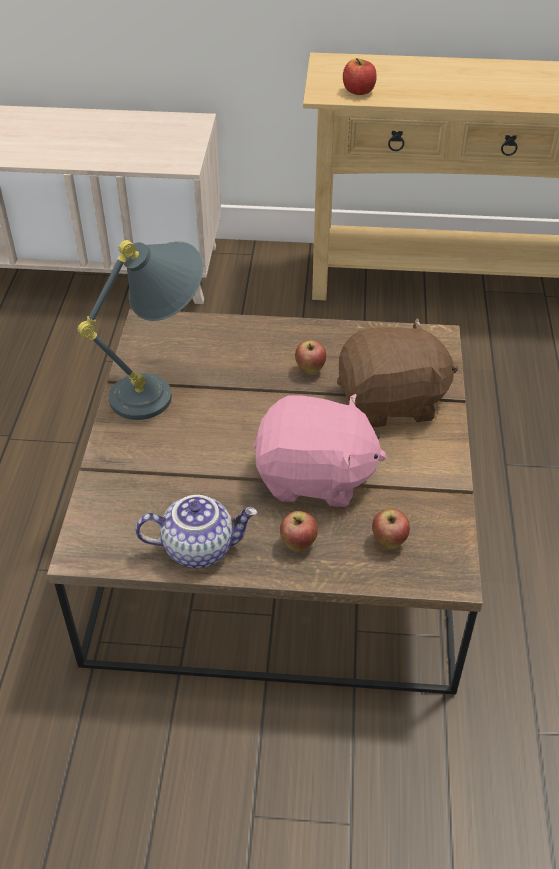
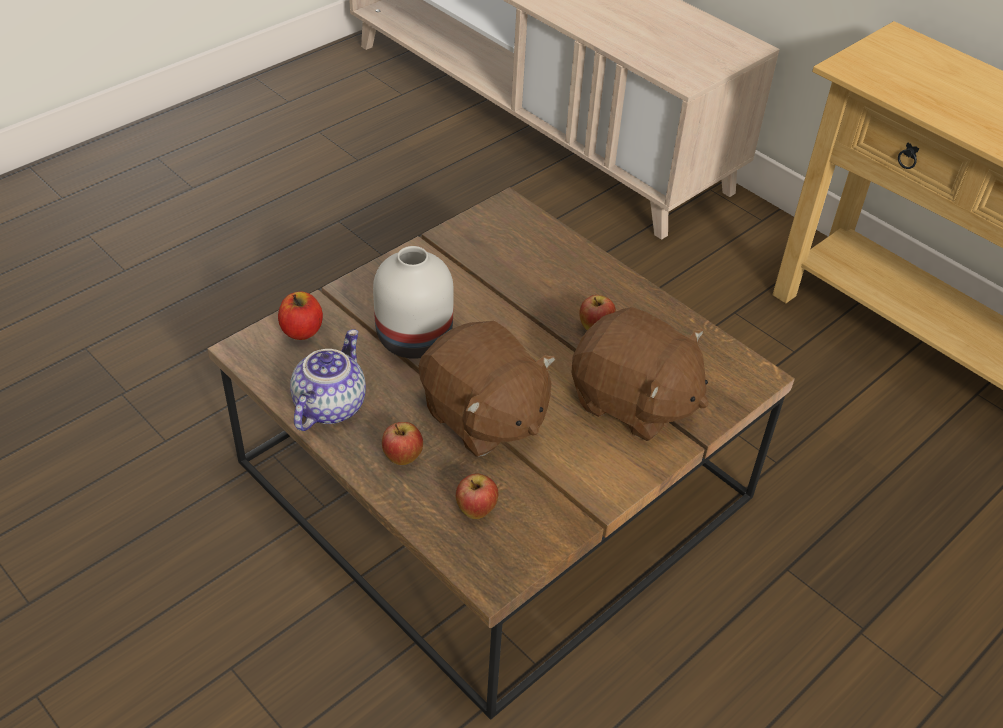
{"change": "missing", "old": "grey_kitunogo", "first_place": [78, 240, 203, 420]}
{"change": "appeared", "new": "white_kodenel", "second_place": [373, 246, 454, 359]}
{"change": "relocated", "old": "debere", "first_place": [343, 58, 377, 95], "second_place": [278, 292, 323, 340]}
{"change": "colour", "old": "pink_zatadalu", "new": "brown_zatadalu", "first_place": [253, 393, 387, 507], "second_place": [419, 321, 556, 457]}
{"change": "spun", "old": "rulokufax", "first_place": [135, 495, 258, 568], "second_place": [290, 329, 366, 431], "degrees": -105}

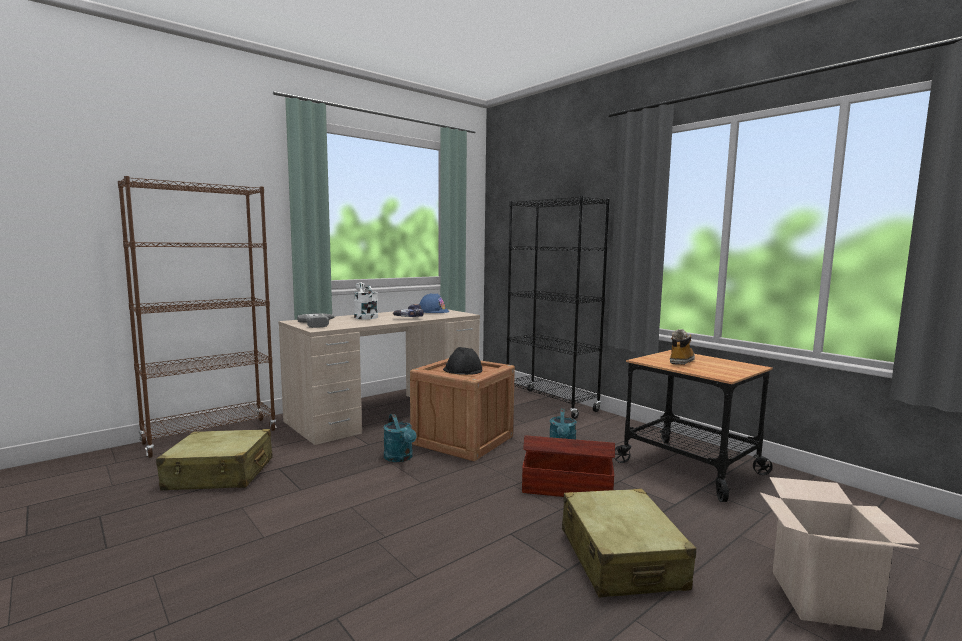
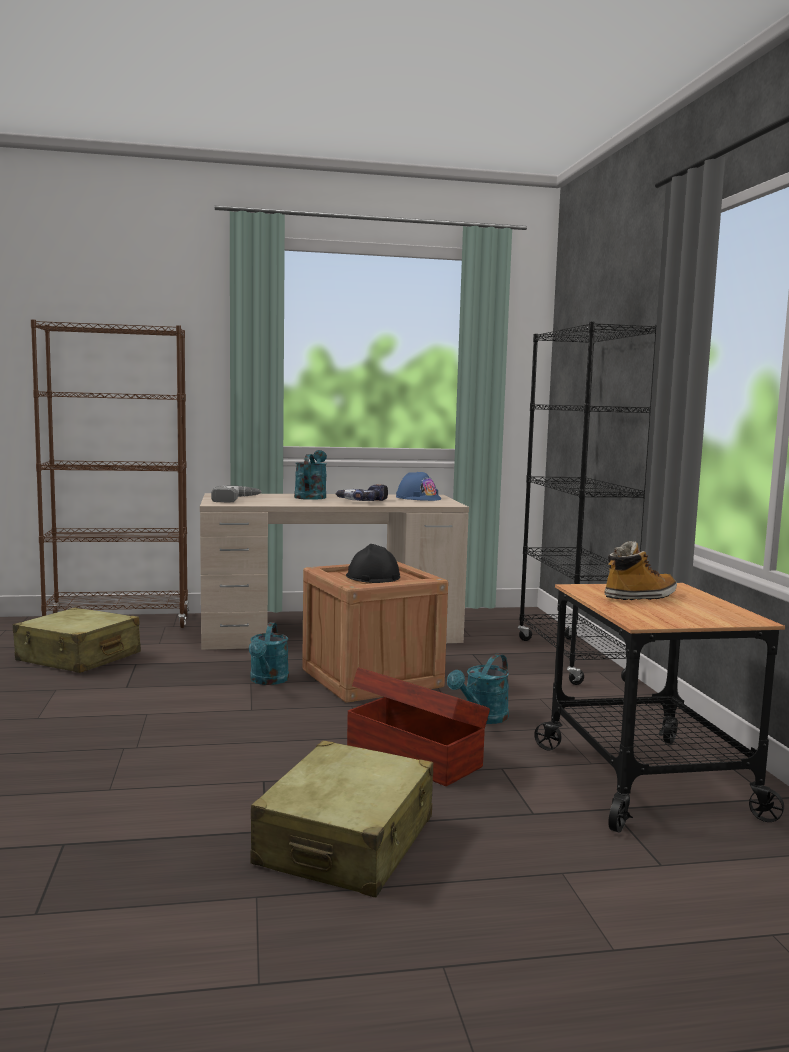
{"change": "missing", "old": "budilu", "first_place": [760, 477, 920, 631]}
{"change": "colour", "old": "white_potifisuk", "new": "turquoise_potifisuk", "first_place": [354, 282, 378, 319], "second_place": [294, 450, 327, 500]}

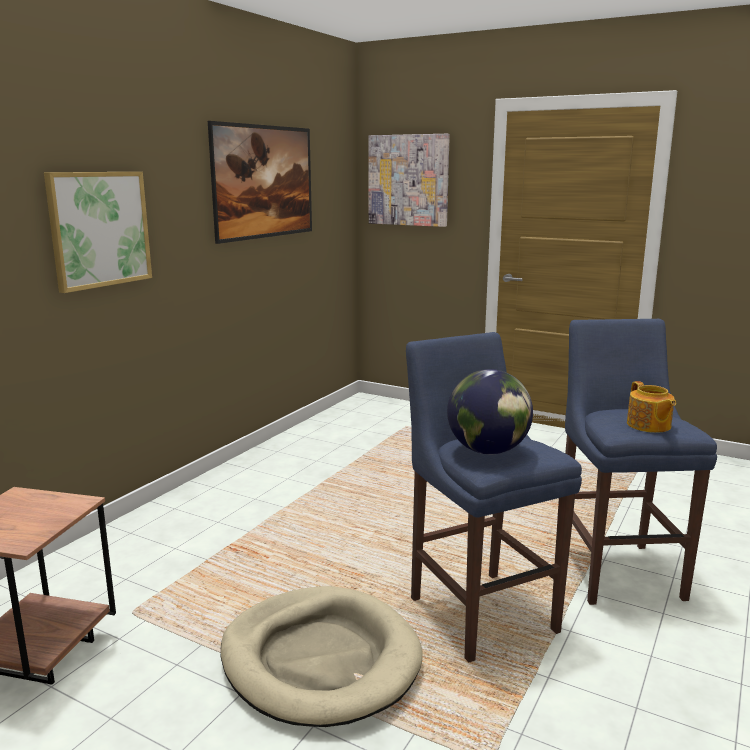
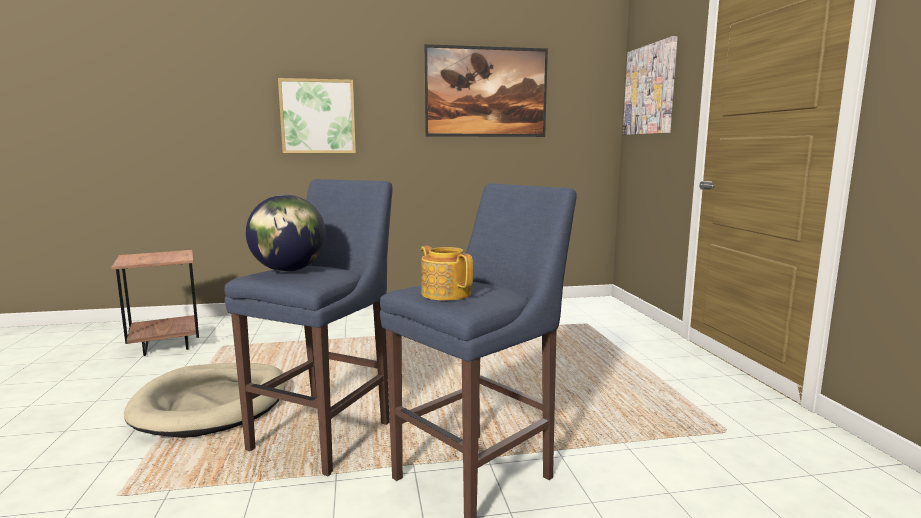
{"change": "spun", "old": "rulokufax", "first_place": [627, 381, 676, 433], "second_place": [421, 246, 473, 301], "degrees": 105}

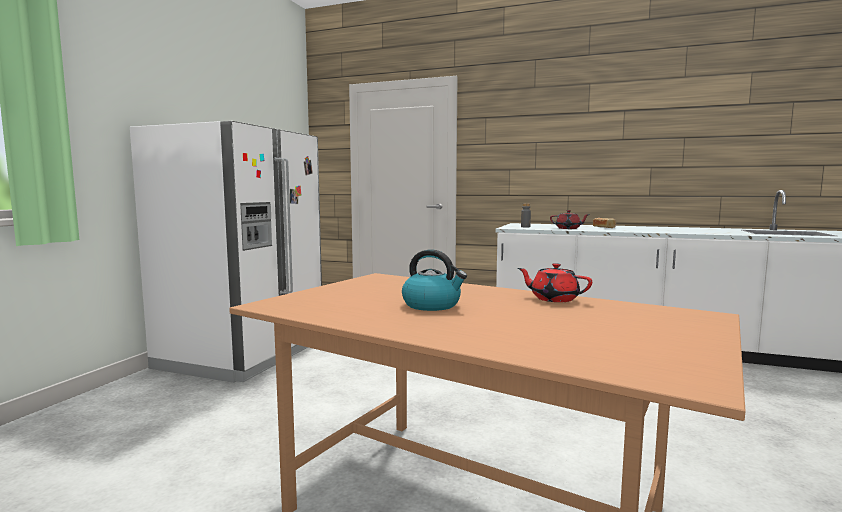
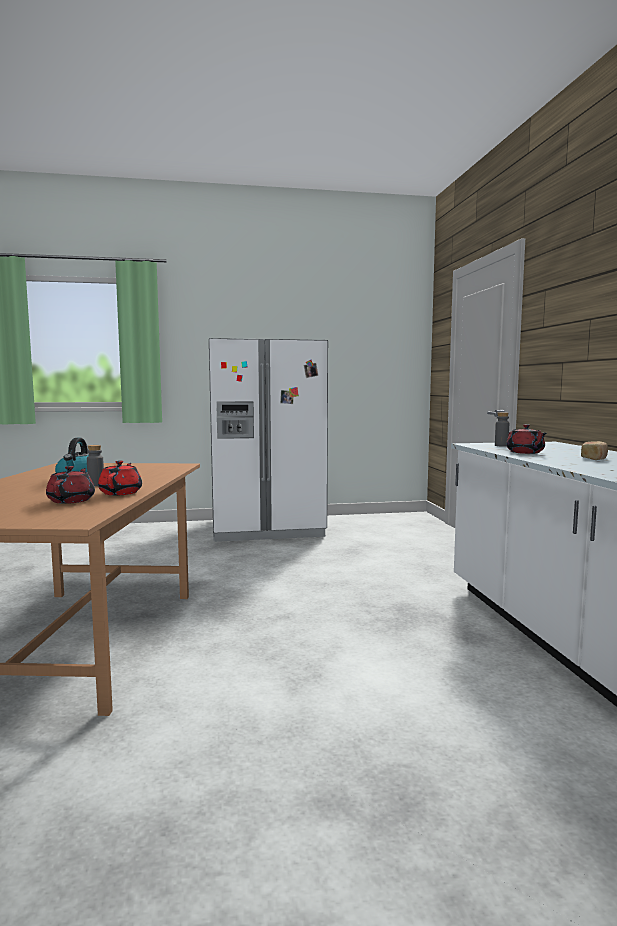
{"change": "appeared", "new": "red_rulokufax", "second_place": [46, 466, 95, 504]}
{"change": "appeared", "new": "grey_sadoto", "second_place": [87, 445, 104, 486]}

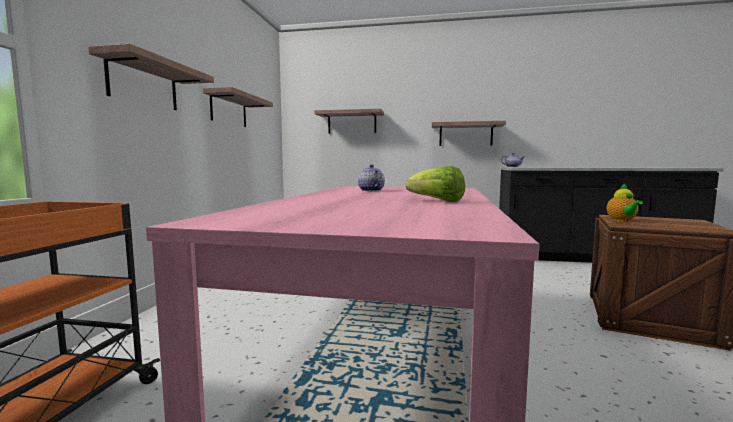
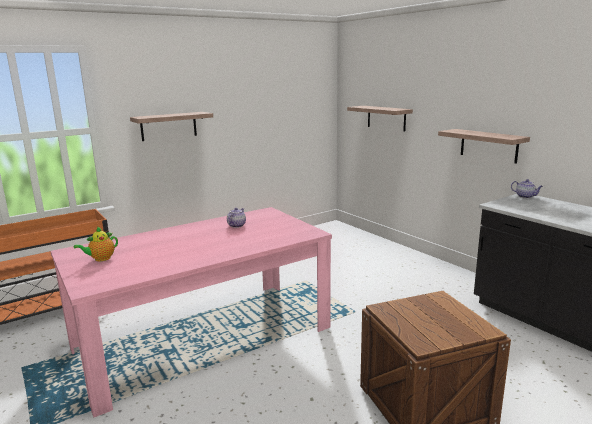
{"change": "missing", "old": "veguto", "first_place": [203, 87, 273, 127]}
{"change": "missing", "old": "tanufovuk", "first_place": [406, 166, 465, 202]}
{"change": "relocated", "old": "rulokufax", "first_place": [607, 183, 643, 222], "second_place": [74, 227, 118, 261]}

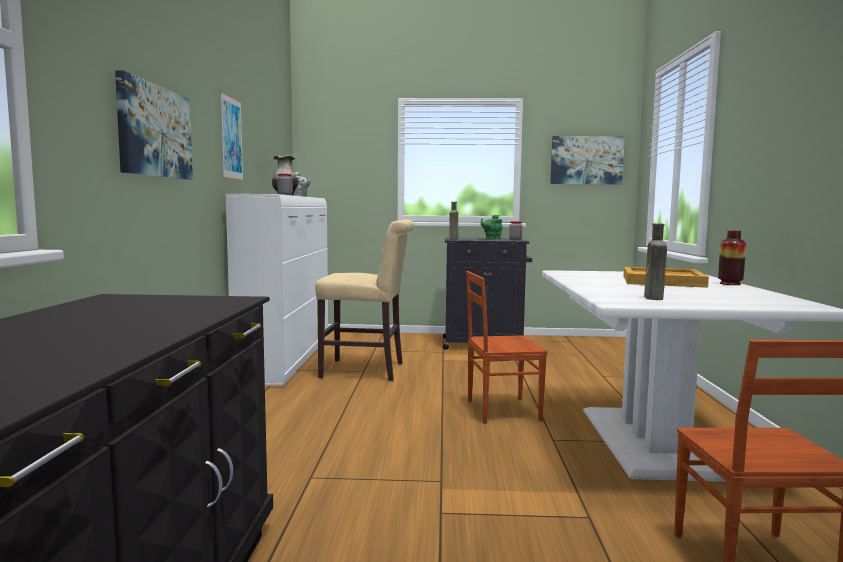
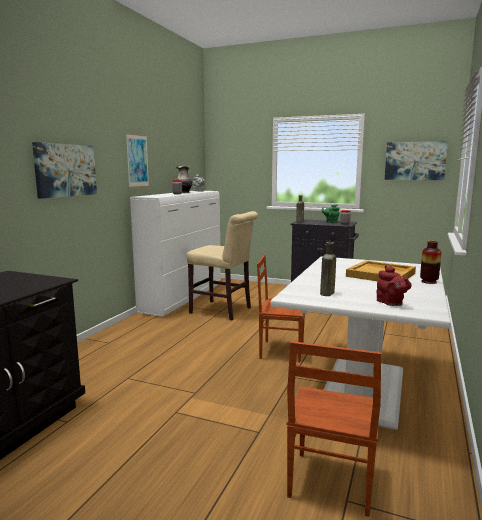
{"change": "appeared", "new": "red_rulokufax", "second_place": [376, 265, 412, 306]}

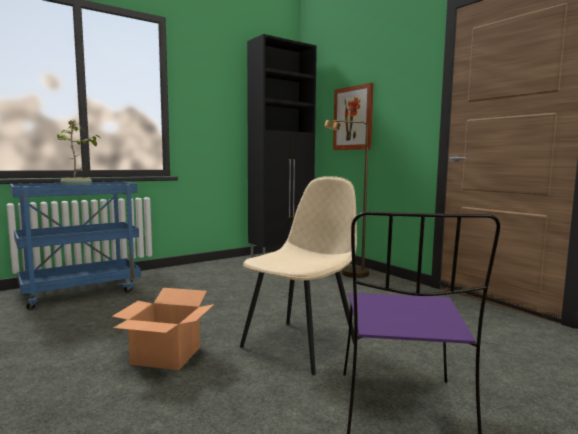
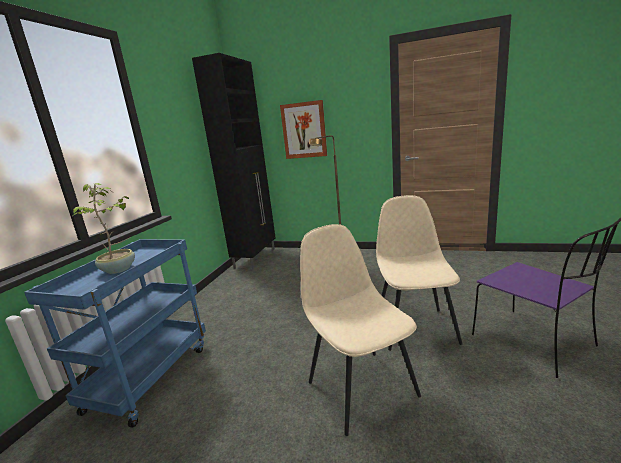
{"change": "exchanged", "old": "budilu", "new": "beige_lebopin", "first_place": [112, 288, 214, 370], "second_place": [300, 224, 421, 436]}

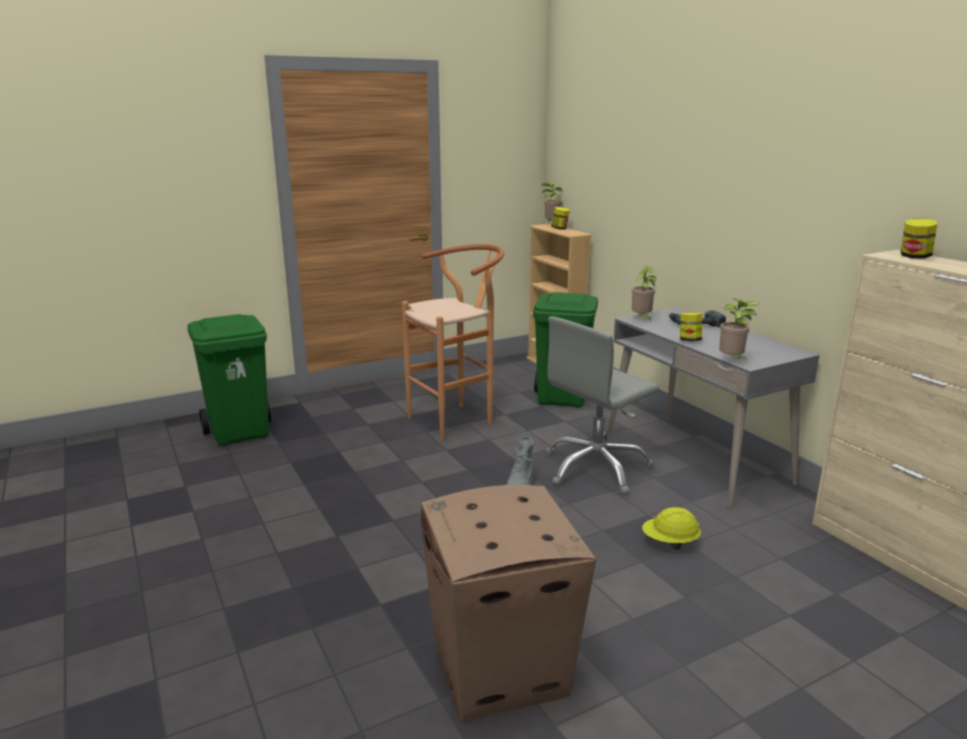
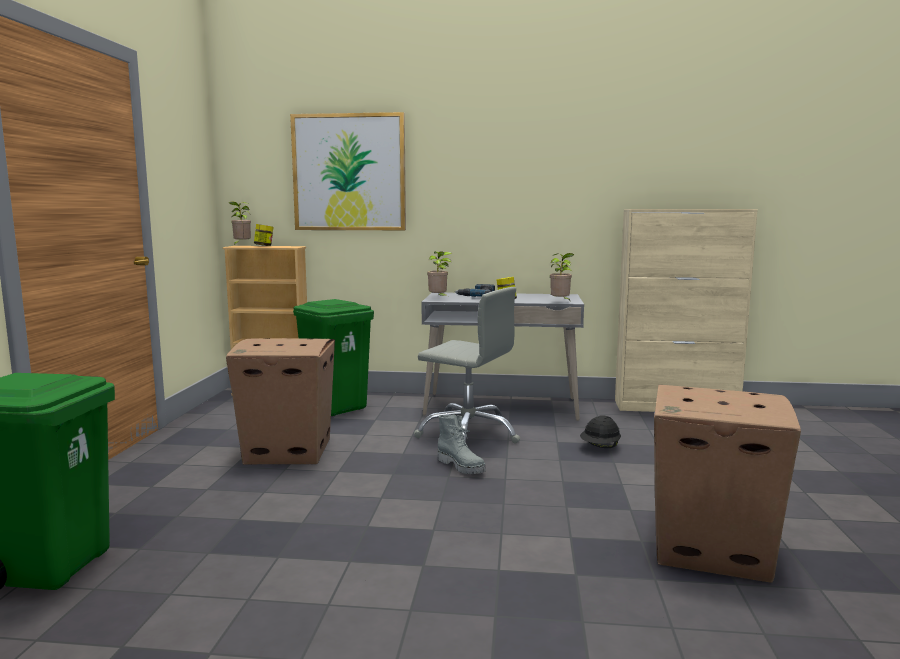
{"change": "missing", "old": "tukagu", "first_place": [901, 218, 937, 258]}
{"change": "appeared", "new": "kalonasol", "second_place": [290, 112, 406, 230]}
{"change": "exchanged", "old": "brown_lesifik", "new": "budilu", "first_place": [402, 244, 504, 441], "second_place": [226, 338, 335, 464]}
{"change": "colour", "old": "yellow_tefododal", "new": "black_tefododal", "first_place": [642, 507, 701, 549], "second_place": [580, 415, 621, 448]}
{"change": "spun", "old": "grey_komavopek", "first_place": [545, 316, 659, 495], "second_place": [414, 287, 520, 443], "degrees": -60}

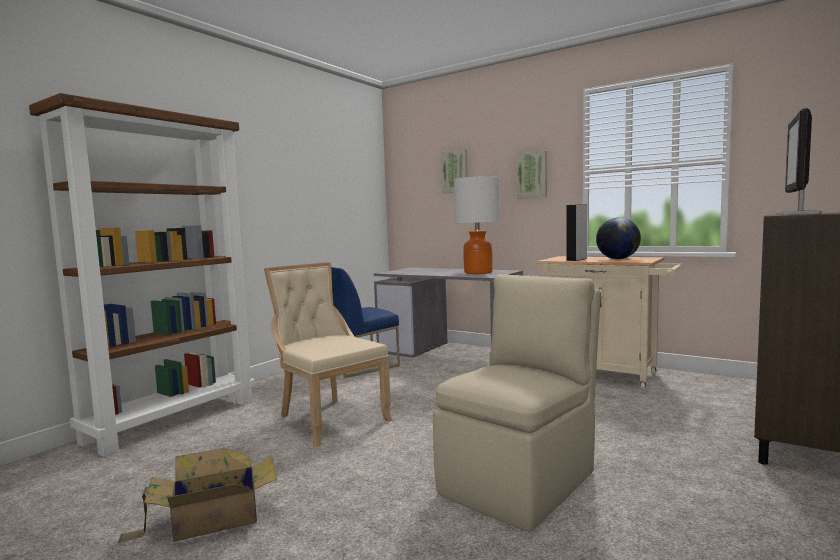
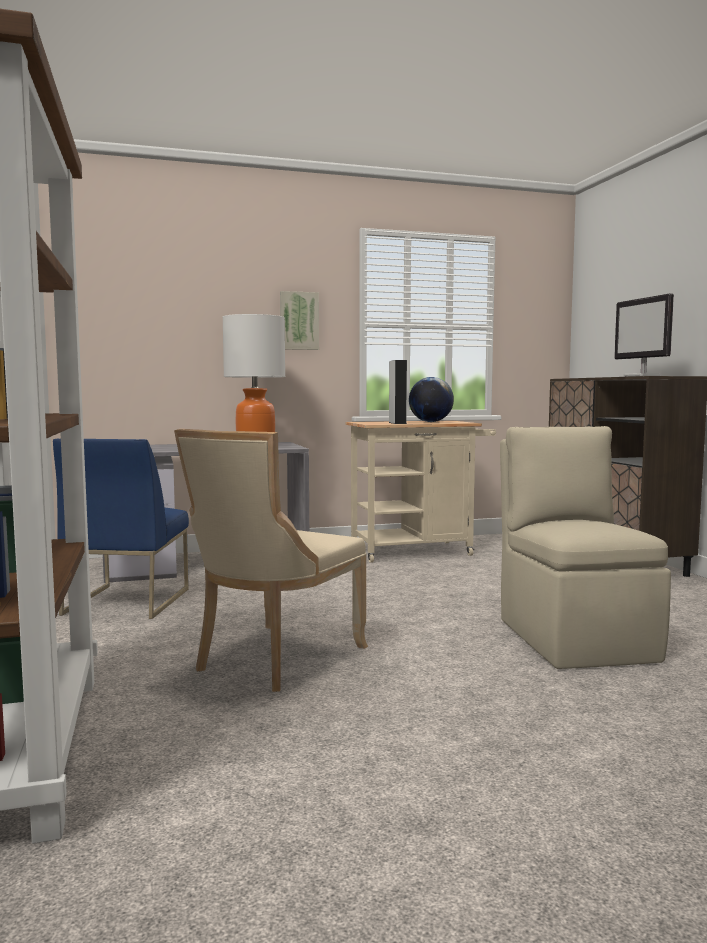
{"change": "missing", "old": "budilu", "first_place": [118, 448, 277, 543]}
{"change": "missing", "old": "kalonasol", "first_place": [441, 149, 468, 193]}
{"change": "spun", "old": "beige_lebopin", "first_place": [264, 262, 393, 447], "second_place": [174, 429, 368, 692], "degrees": -60}

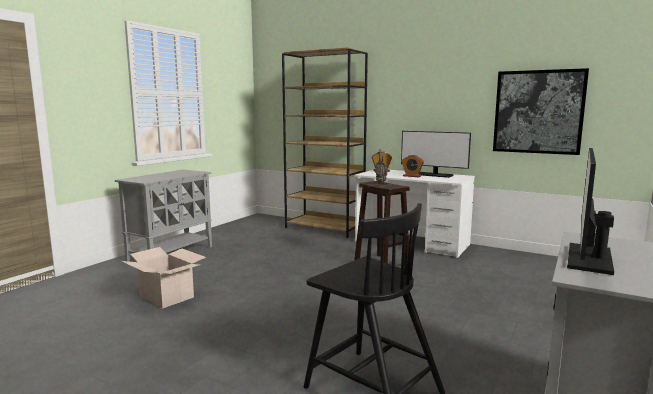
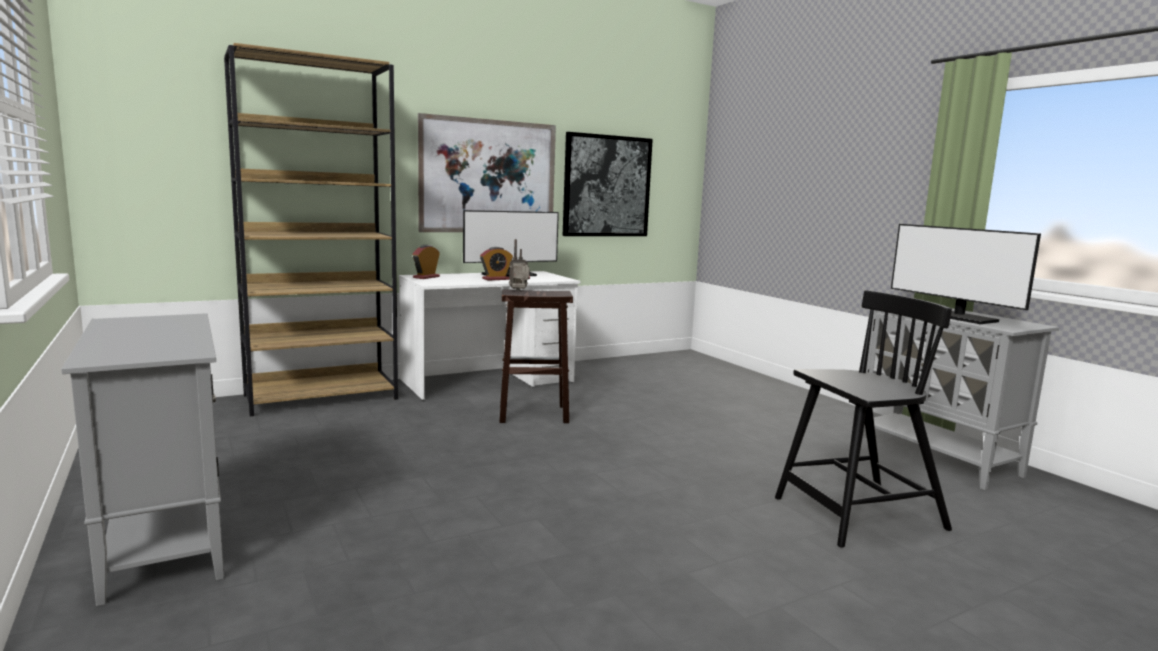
{"change": "missing", "old": "budilu", "first_place": [121, 247, 206, 309]}
{"change": "appeared", "new": "kalonasol", "second_place": [418, 113, 556, 232]}

